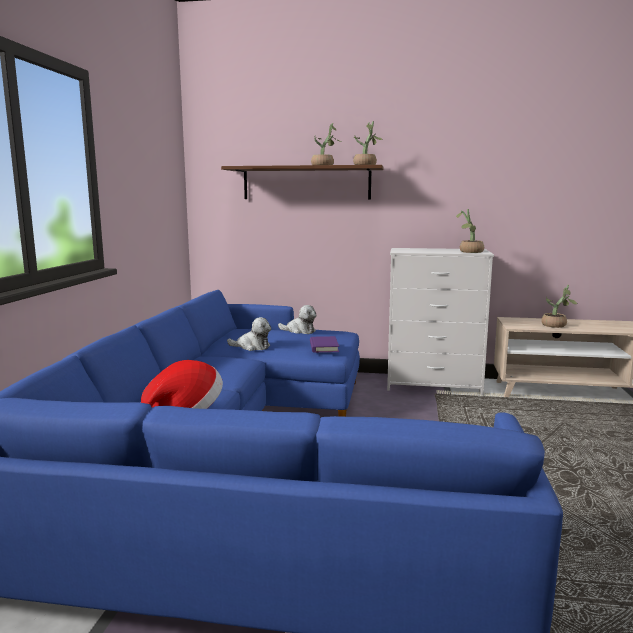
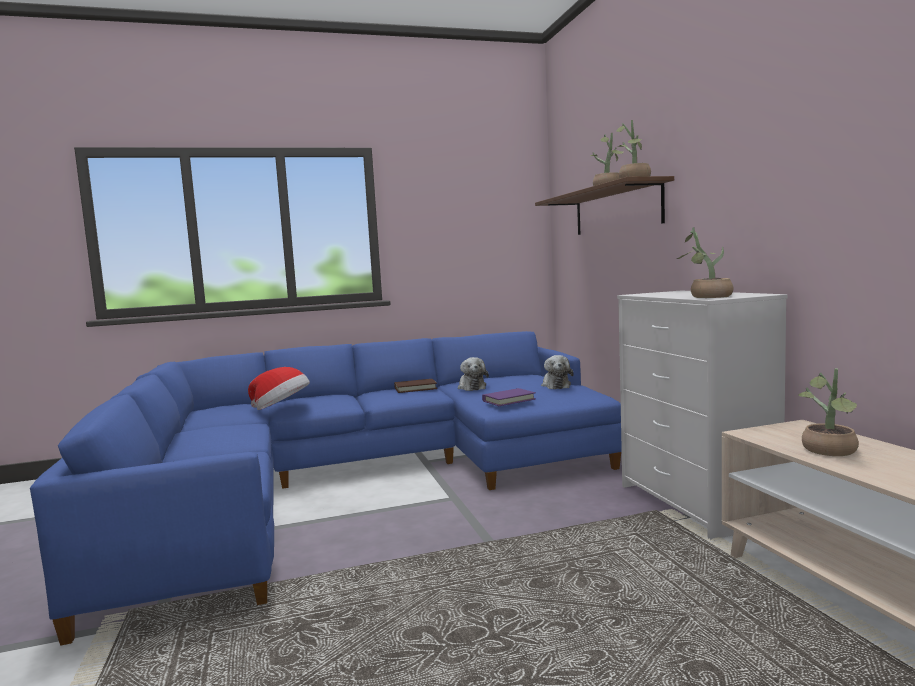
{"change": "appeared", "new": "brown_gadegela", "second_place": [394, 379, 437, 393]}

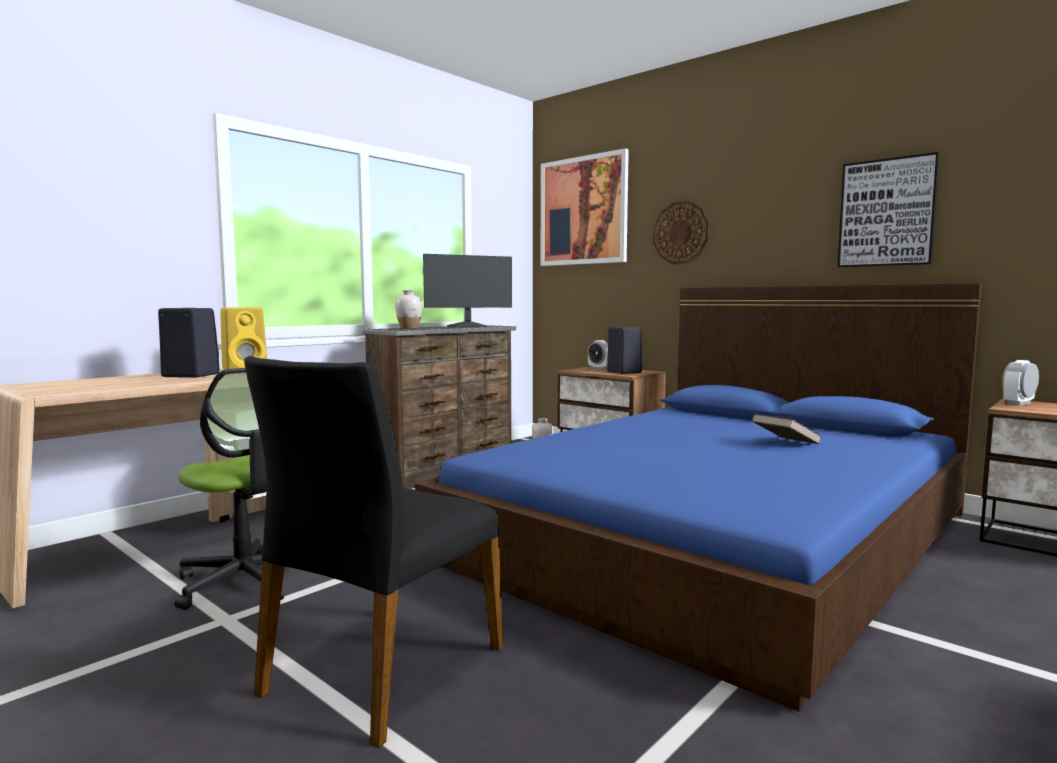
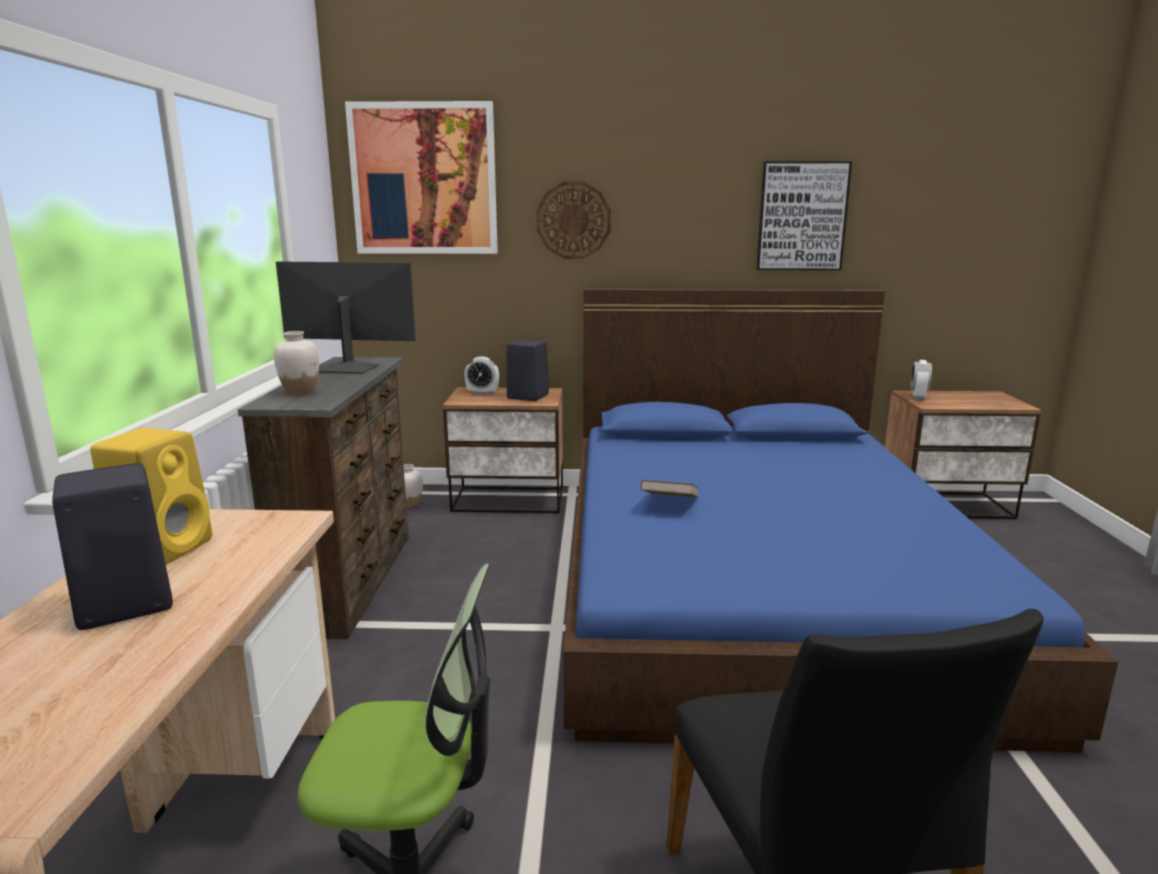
{"change": "relocated", "old": "brown_gadegela", "first_place": [752, 414, 822, 444], "second_place": [640, 480, 699, 498]}
{"change": "spun", "old": "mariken", "first_place": [423, 254, 512, 327], "second_place": [276, 262, 416, 374], "degrees": -105}

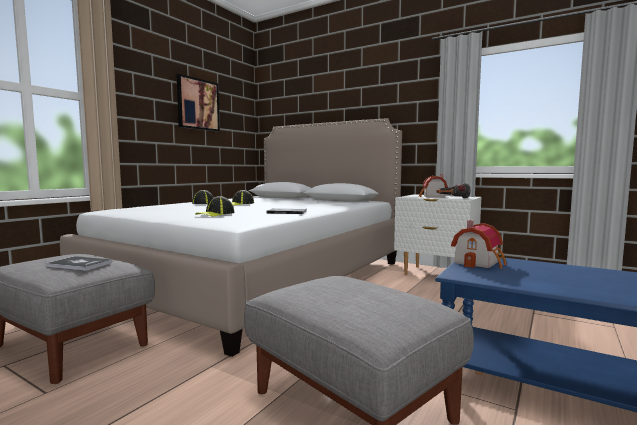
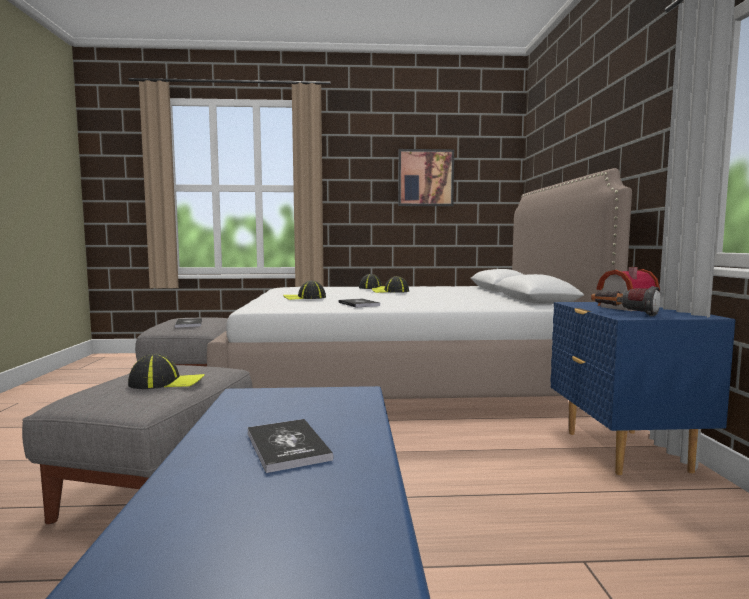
{"change": "missing", "old": "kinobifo", "first_place": [451, 220, 507, 269]}
{"change": "appeared", "new": "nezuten", "second_place": [128, 353, 205, 389]}
{"change": "appeared", "new": "gadegela", "second_place": [247, 419, 334, 473]}
{"change": "colour", "old": "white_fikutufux", "new": "blue_fikutufux", "first_place": [394, 194, 481, 275], "second_place": [551, 302, 736, 475]}

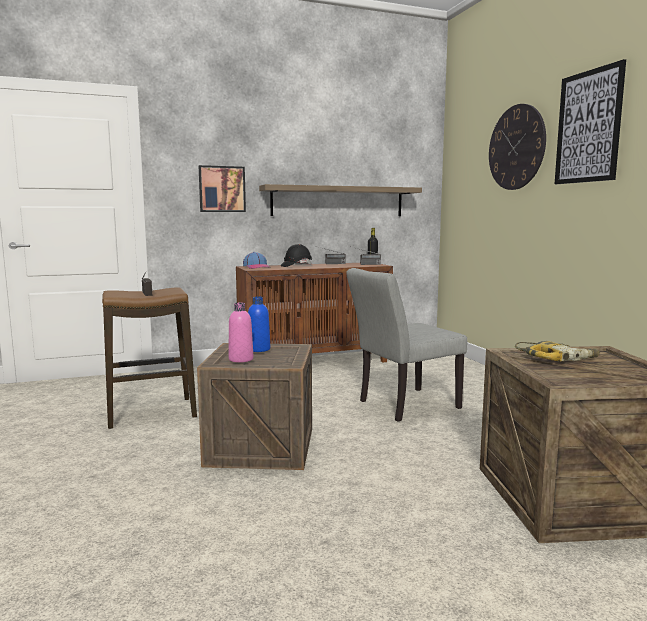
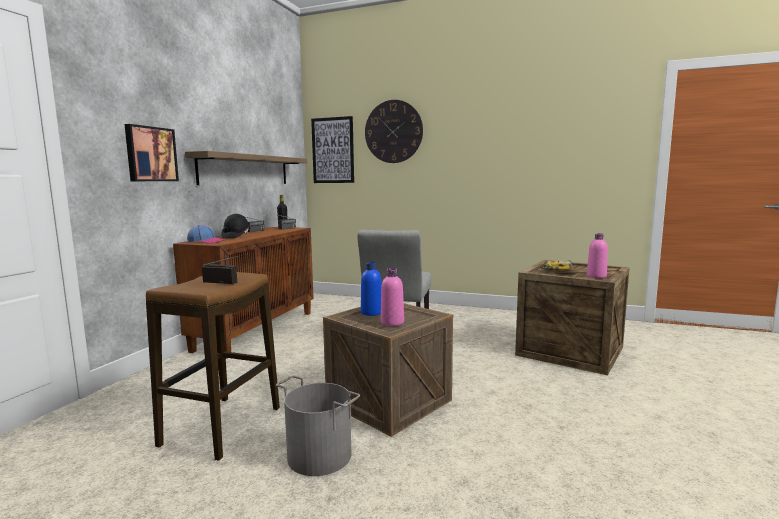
{"change": "appeared", "new": "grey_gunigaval", "second_place": [276, 375, 360, 476]}
{"change": "appeared", "new": "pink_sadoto", "second_place": [587, 233, 608, 278]}
{"change": "relocated", "old": "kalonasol", "first_place": [555, 59, 626, 184], "second_place": [311, 116, 354, 183]}

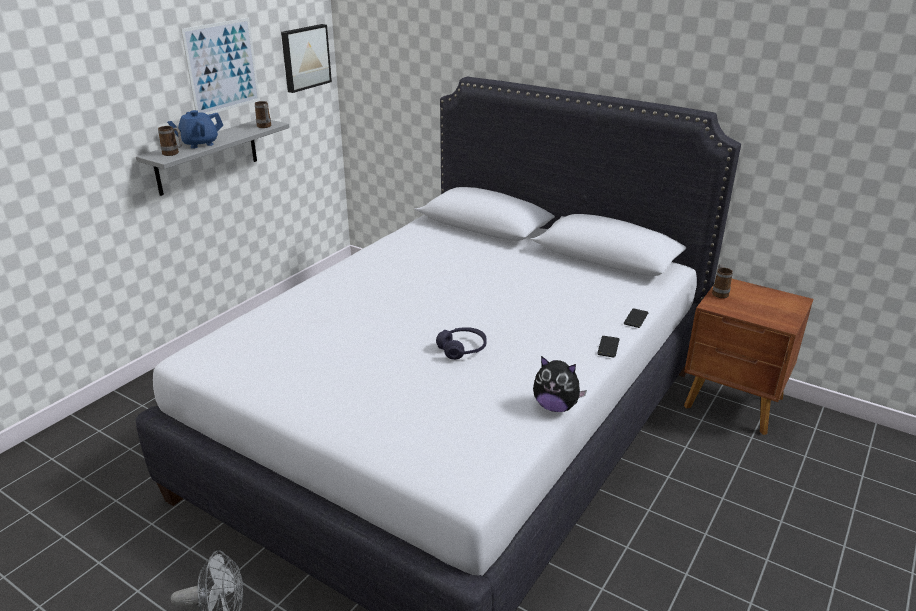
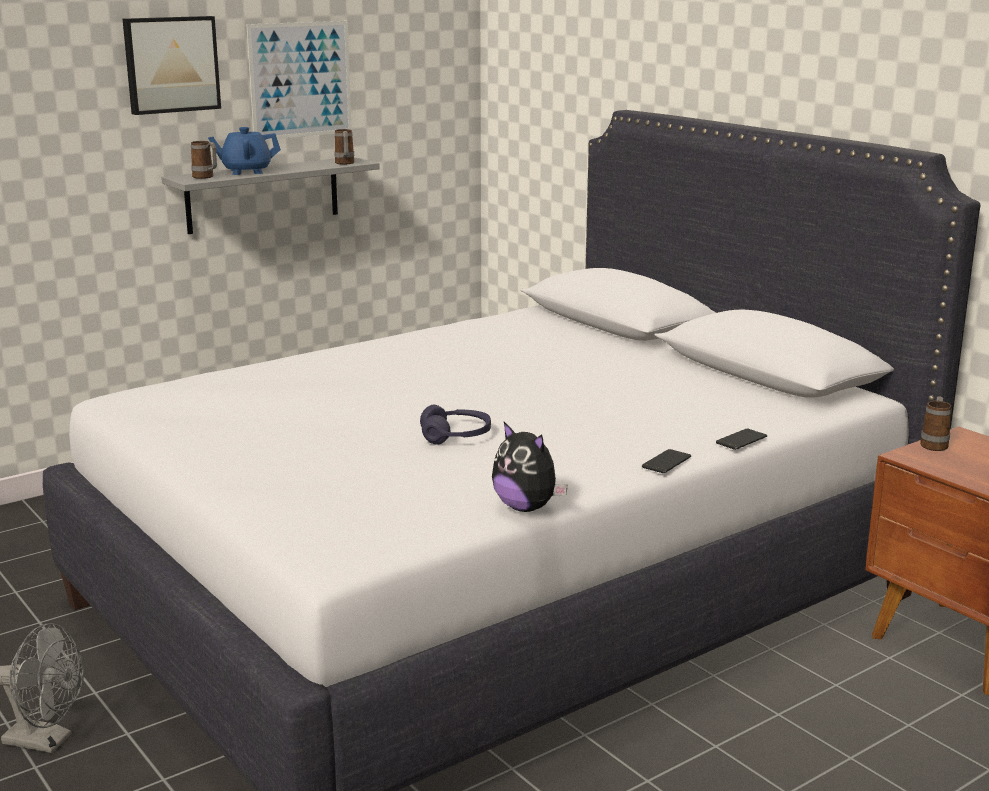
{"change": "relocated", "old": "kalonasol", "first_place": [281, 24, 332, 93], "second_place": [123, 16, 221, 115]}

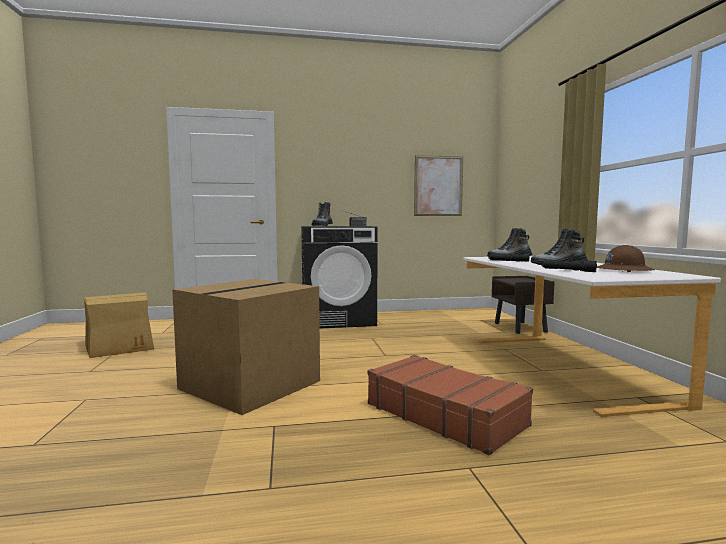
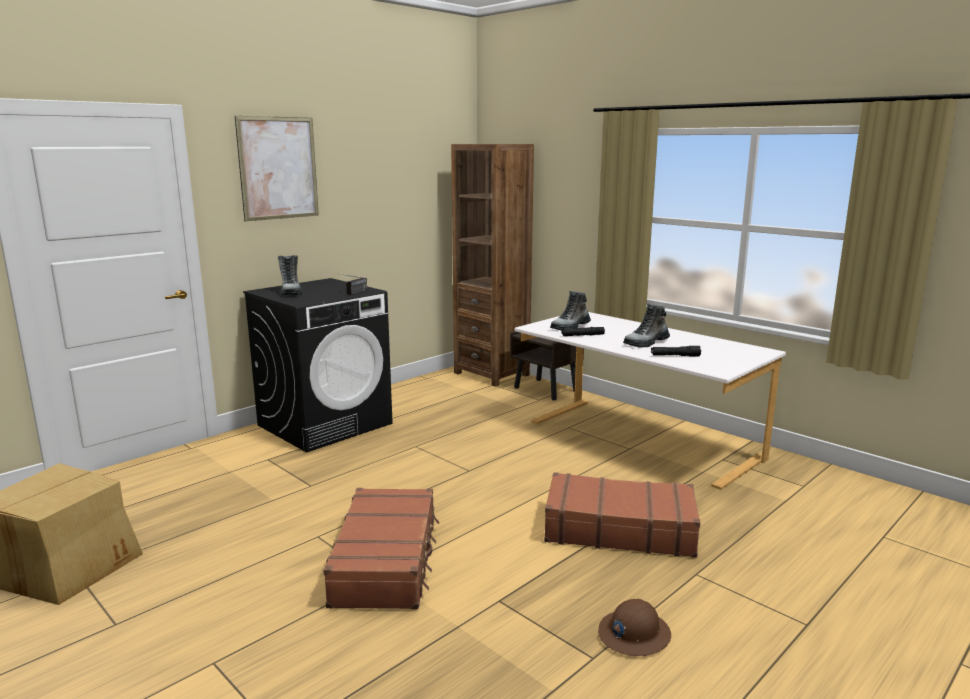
{"change": "appeared", "new": "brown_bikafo", "second_place": [451, 144, 534, 387]}
{"change": "relocated", "old": "kalonasol", "first_place": [414, 155, 463, 216], "second_place": [235, 116, 319, 221]}
{"change": "relocated", "old": "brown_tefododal", "first_place": [597, 245, 655, 272], "second_place": [598, 599, 671, 656]}
{"change": "exchanged", "old": "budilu", "new": "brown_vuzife", "first_place": [172, 279, 320, 415], "second_place": [323, 488, 439, 609]}

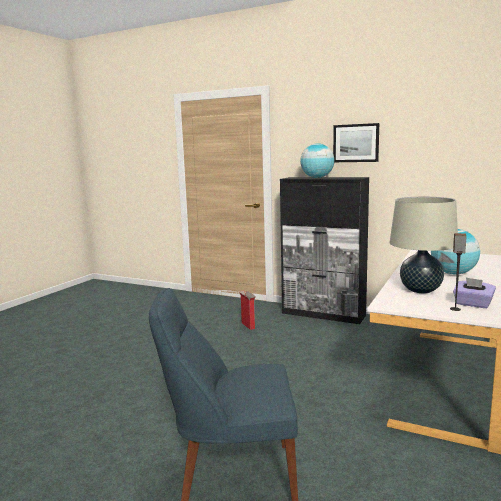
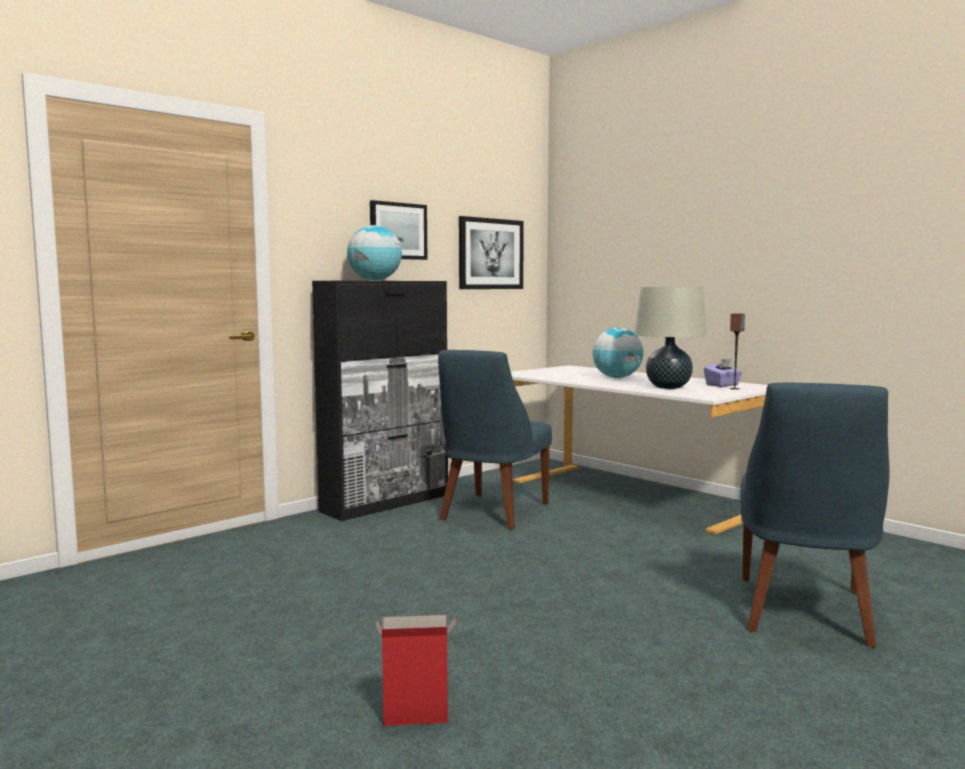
{"change": "appeared", "new": "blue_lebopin", "second_place": [438, 350, 552, 530]}
{"change": "appeared", "new": "kalonasol", "second_place": [459, 216, 524, 289]}
{"change": "relocated", "old": "budilu", "first_place": [239, 291, 256, 330], "second_place": [376, 615, 456, 726]}

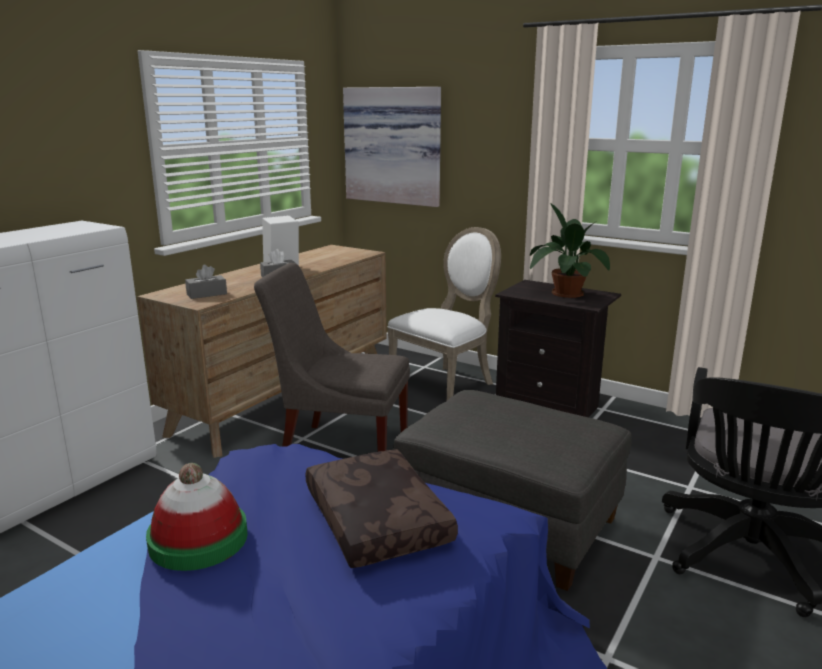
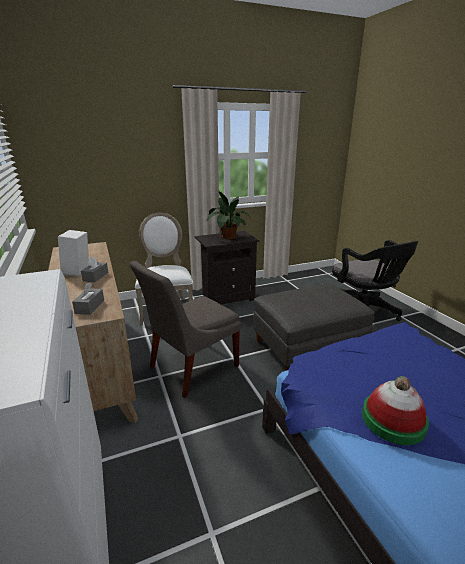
{"change": "missing", "old": "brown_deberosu", "first_place": [305, 449, 458, 568]}
{"change": "missing", "old": "kalonasol", "first_place": [343, 87, 441, 207]}

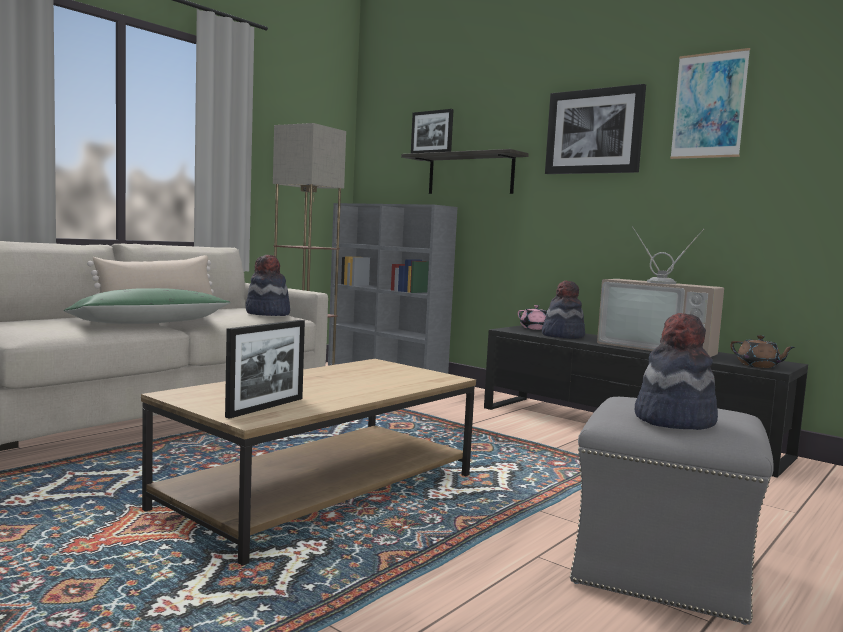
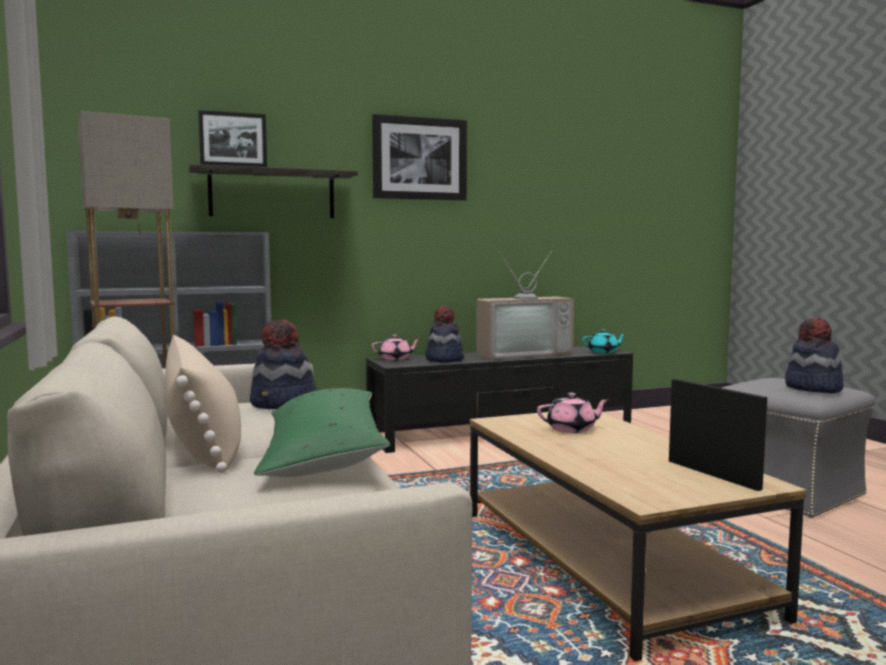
{"change": "missing", "old": "kalonasol", "first_place": [670, 48, 750, 159]}
{"change": "appeared", "new": "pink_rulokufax", "second_place": [537, 393, 610, 433]}
{"change": "colour", "old": "brown_rulokufax", "new": "turquoise_rulokufax", "first_place": [730, 335, 795, 368], "second_place": [582, 329, 626, 353]}

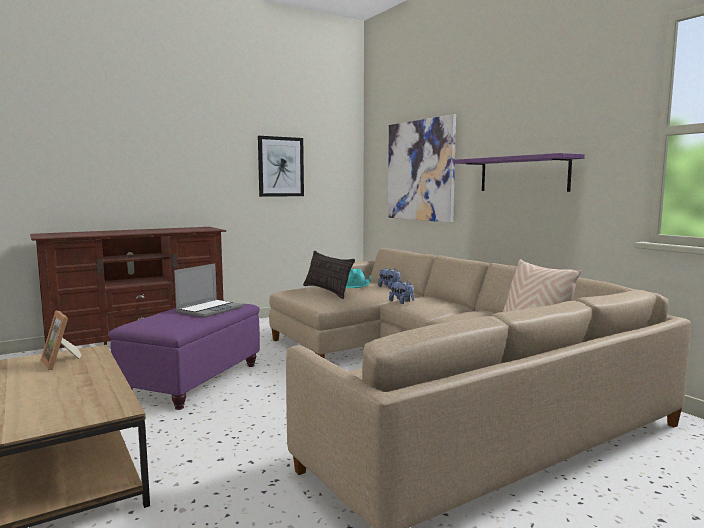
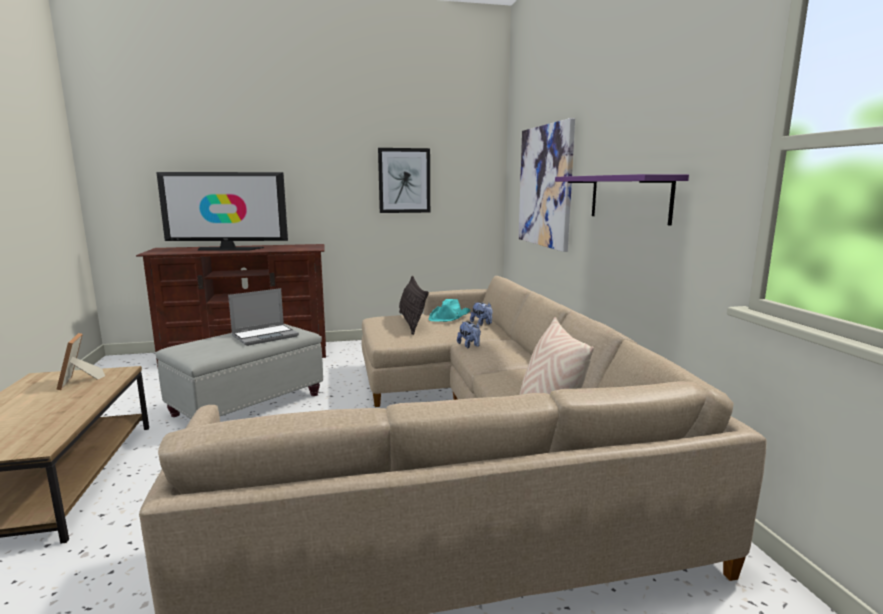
{"change": "appeared", "new": "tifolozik", "second_place": [156, 172, 288, 251]}
{"change": "colour", "old": "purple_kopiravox", "new": "grey_kopiravox", "first_place": [108, 304, 260, 410], "second_place": [155, 324, 323, 419]}

